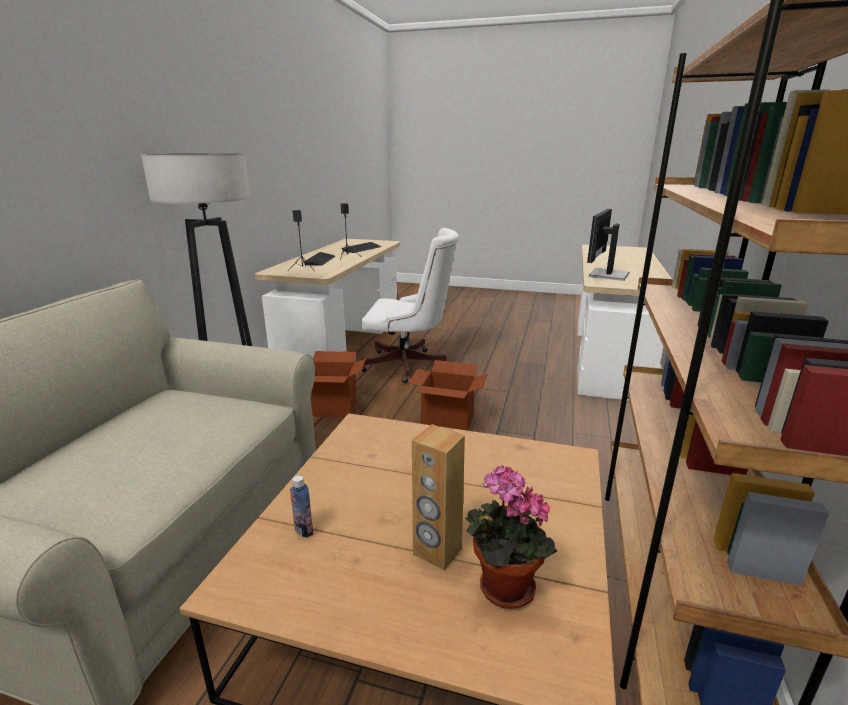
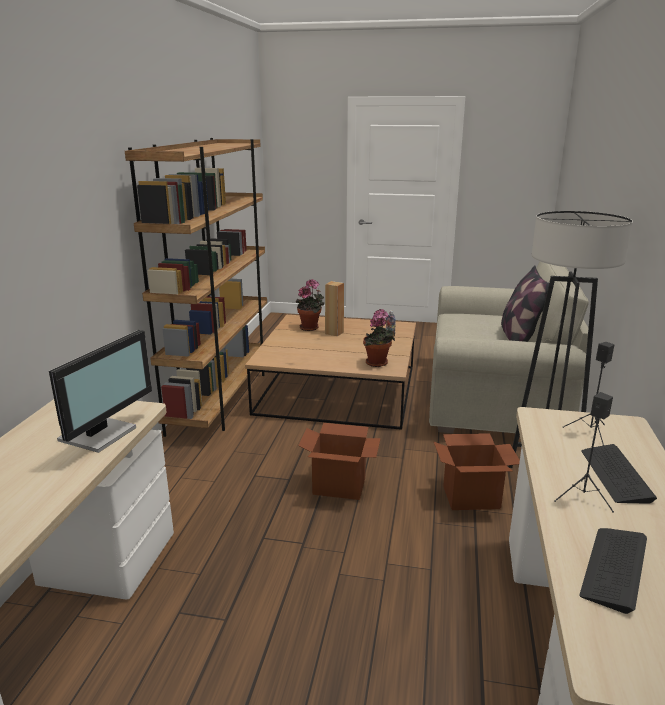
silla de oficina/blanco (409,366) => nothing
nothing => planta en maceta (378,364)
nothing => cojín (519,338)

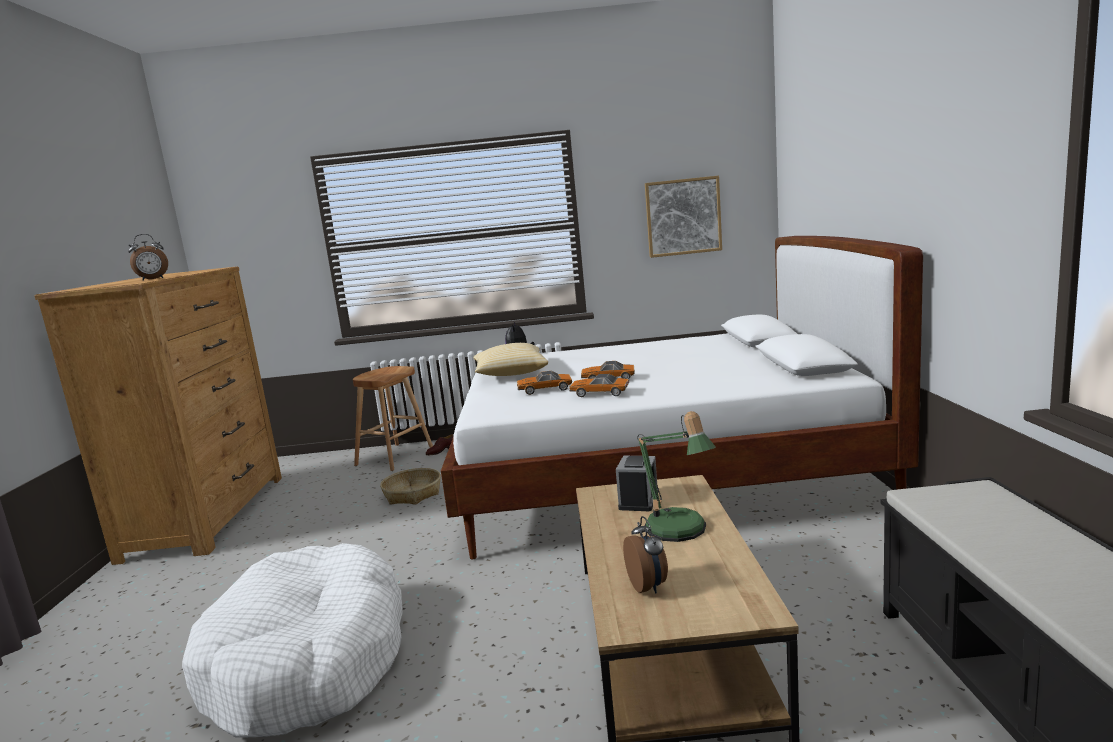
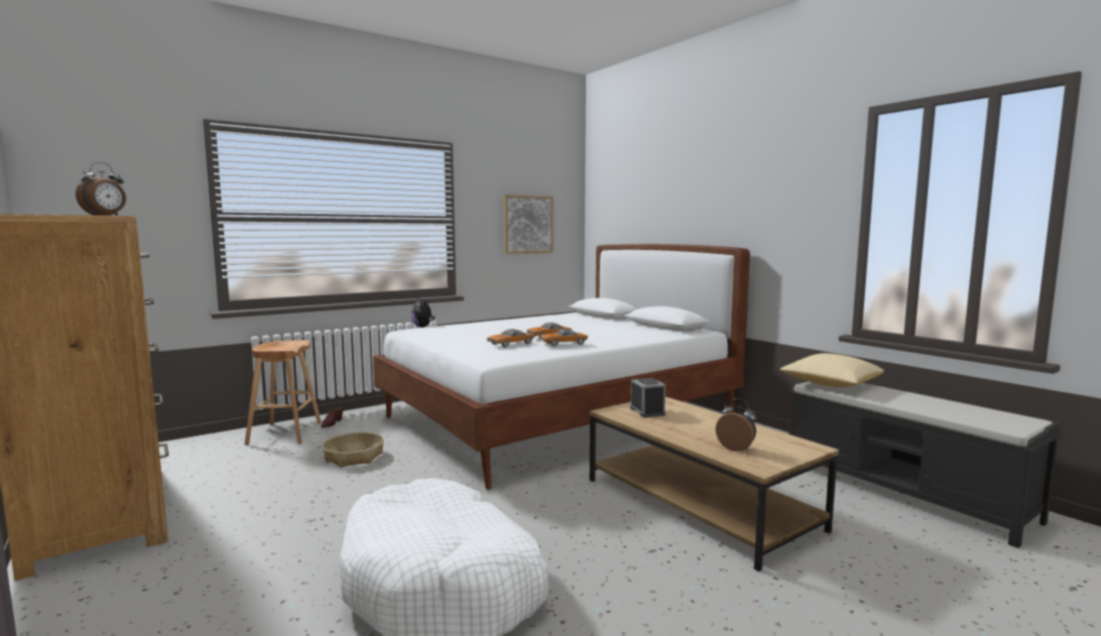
cojín (510,374) => cojín (830,385), moved
lámpara de mesa (679,532) => nothing

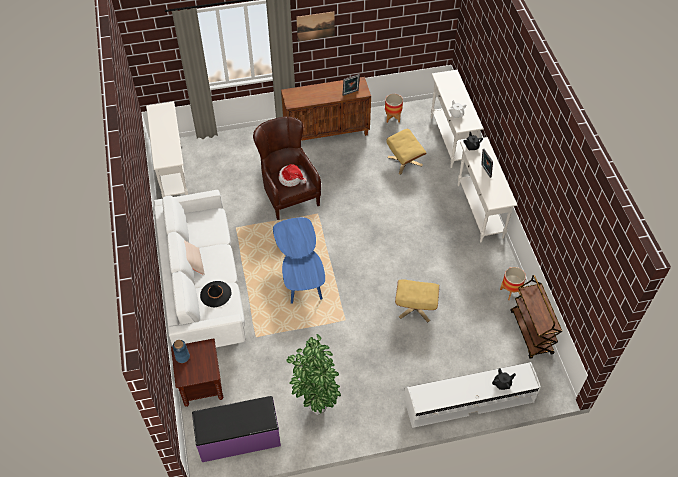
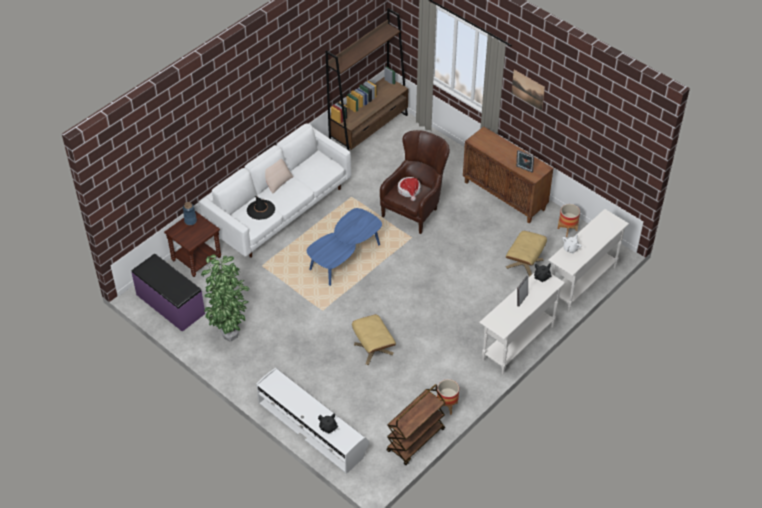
mesa consola/blanco (173,173) => estantería/marrón (369,130)

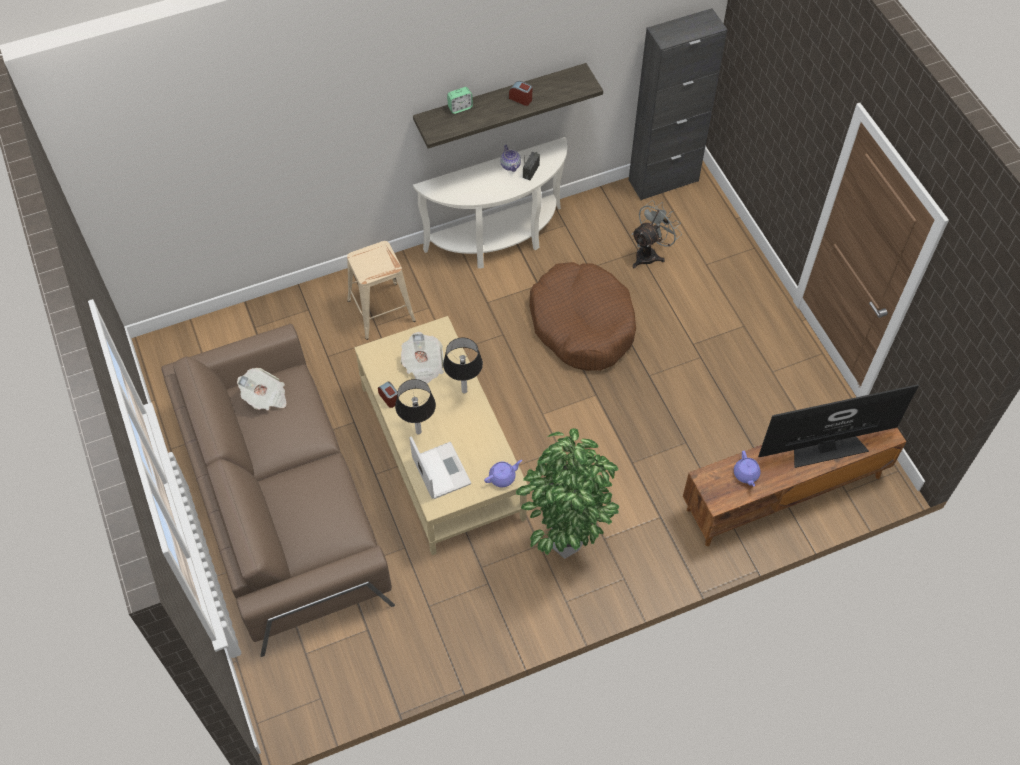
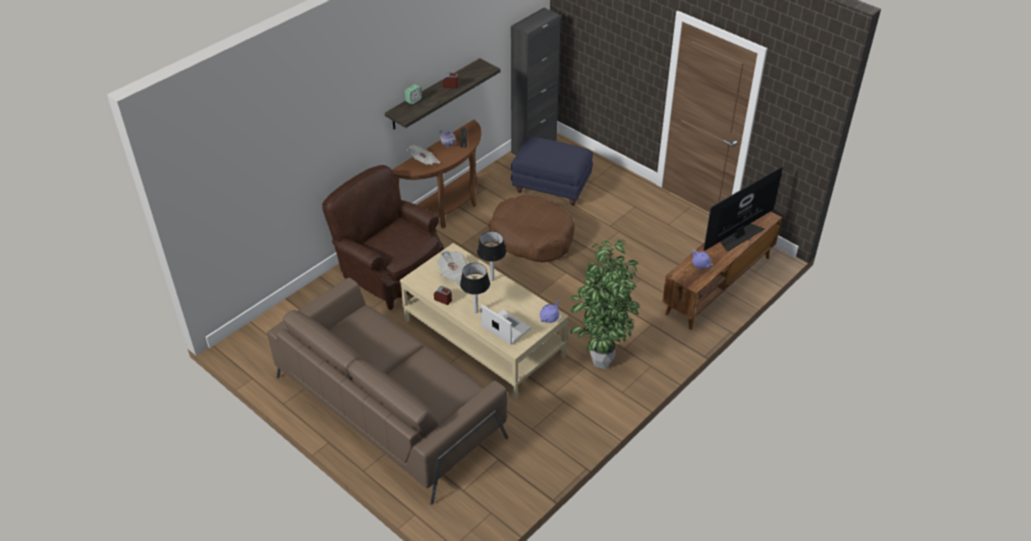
periódico (265,397) => periódico (424,162), moved
taburete/beis (381,310) => sillón/marrón (389,272)
mesa consola/blanco (499,241) => mesa consola/marrón (447,210)
ventilador/gris (650,253) => puf/azul (550,187)

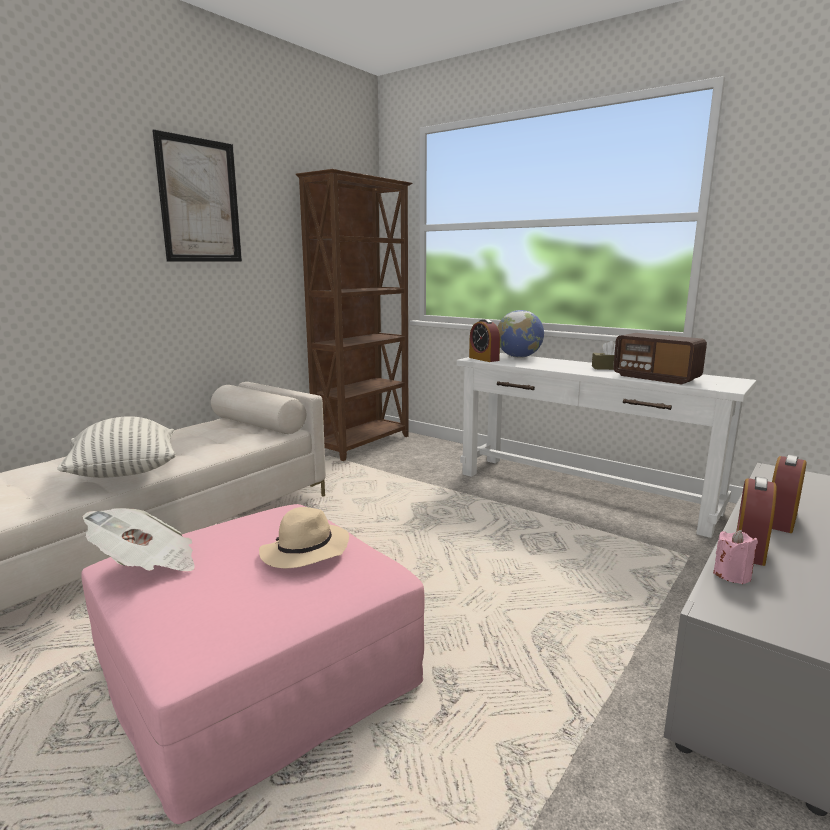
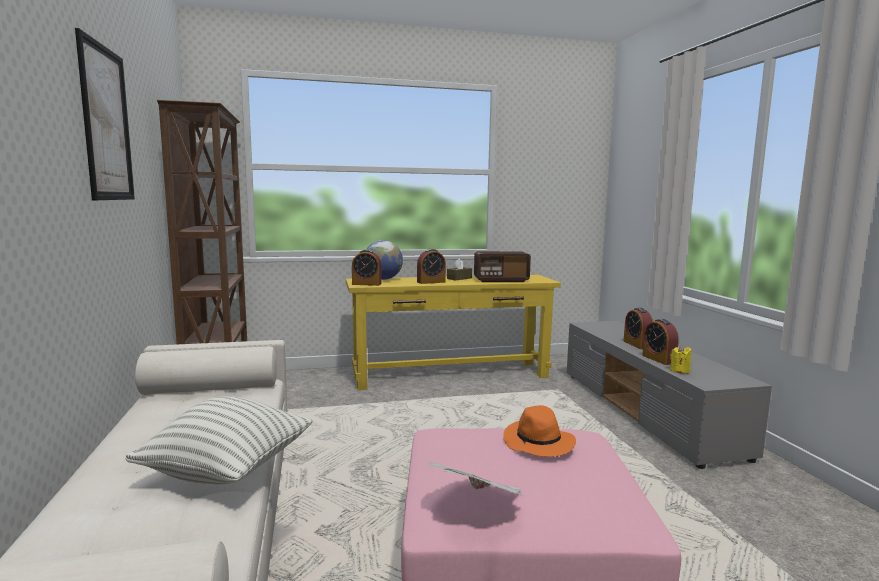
sombrero/beis (305,552) => sombrero/naranja (539,443)
mesa consola/blanco (582,492) => mesa consola/amarillo (451,375)
vela/rosa (732,575) => vela/amarillo (679,371)
nothing => despertador (431,282)

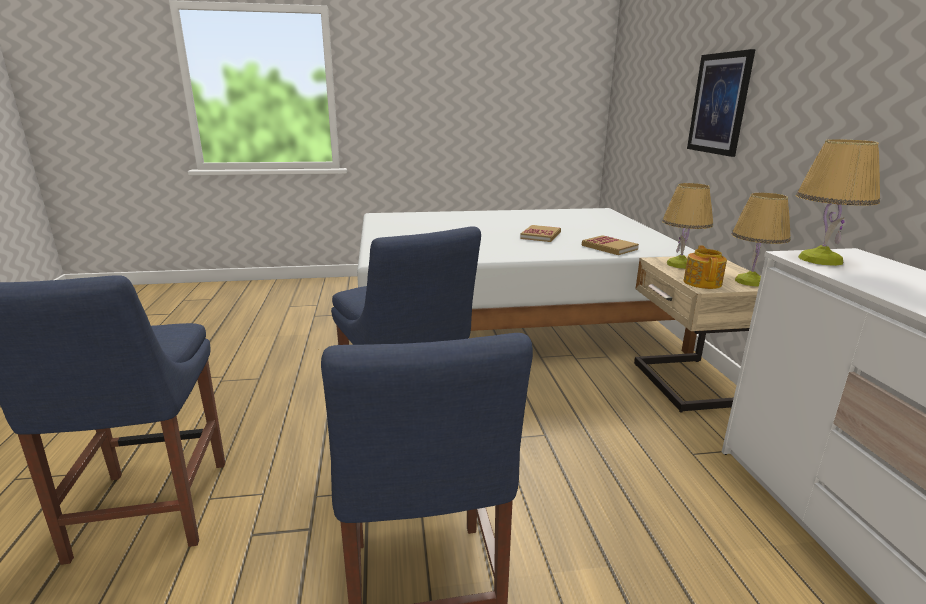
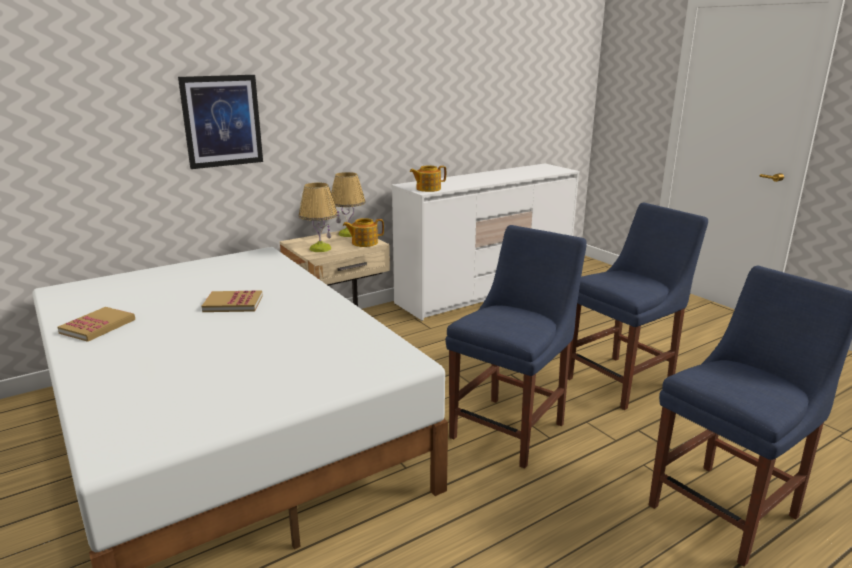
libro (609,247) => libro (98,326), moved
lámpara de mesa (820,259) => tetera (427,189)

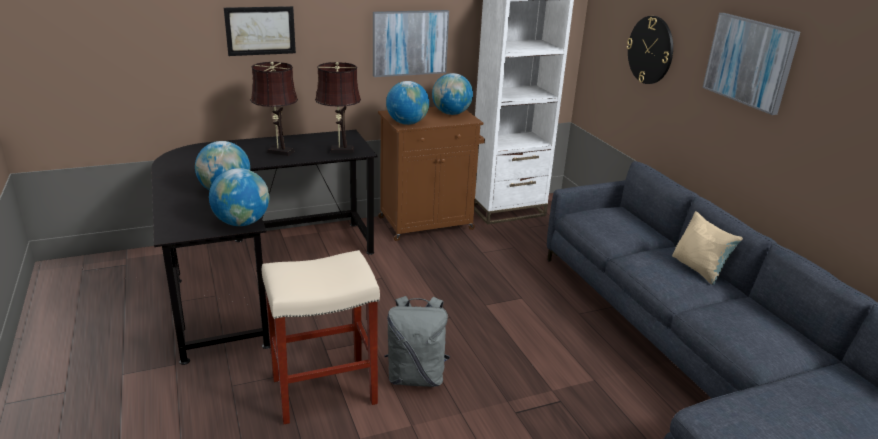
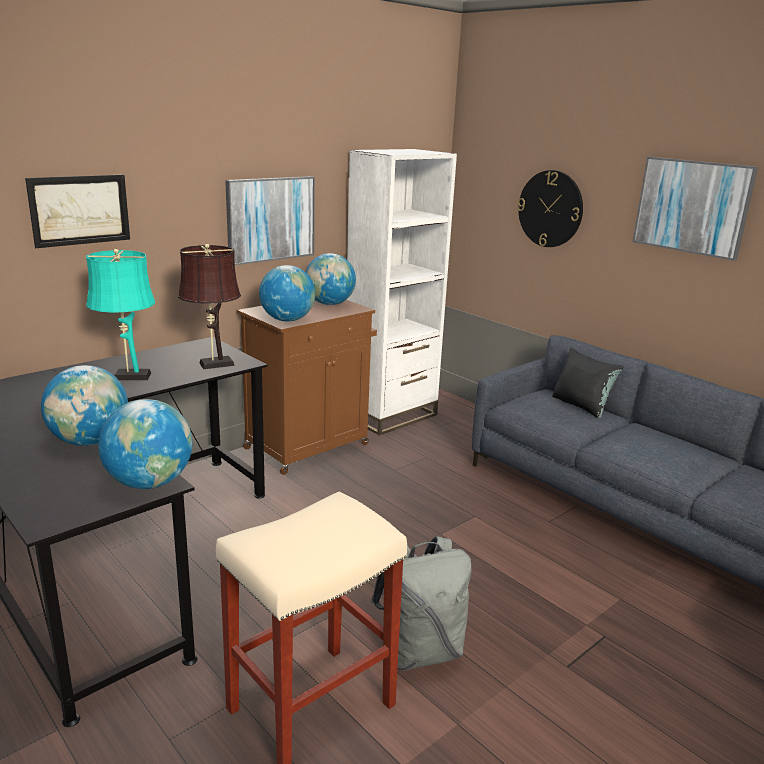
lámpara de mesa/marrón (278,151) => lámpara de mesa/turquesa (128,376)
cojín/beis (698,269) => nothing
nothing => cojín/negro (581,406)

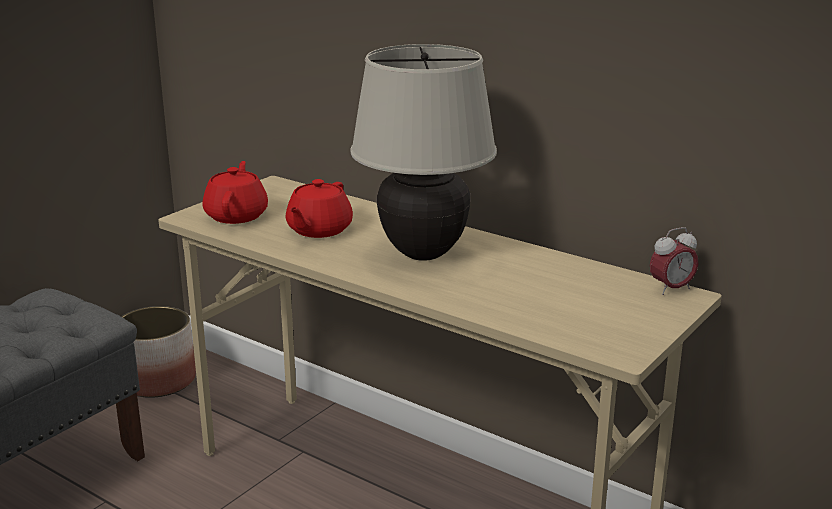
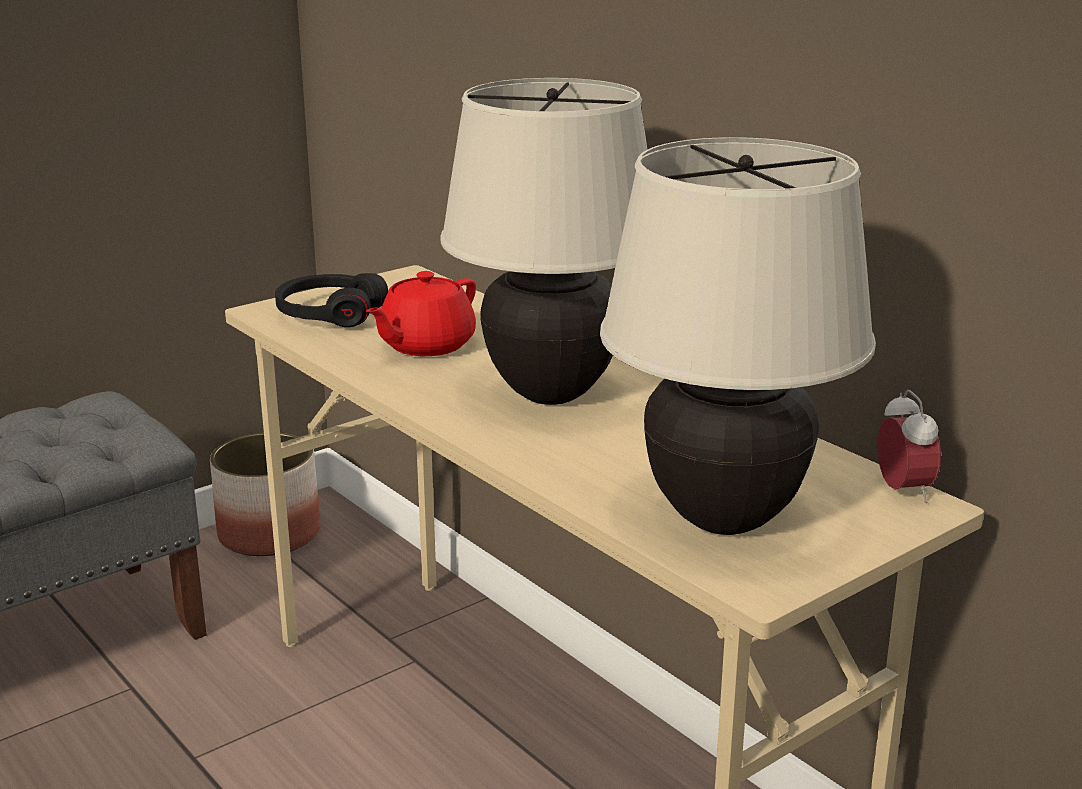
tetera/rojo (237,215) => auriculares/negro (330,314)
despertador (671,289) => despertador (903,491), 90 degrees counterclockwise
nothing => lámpara de mesa/beis (723,520)

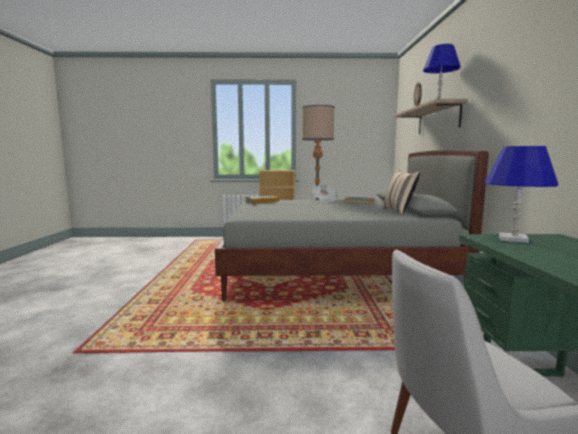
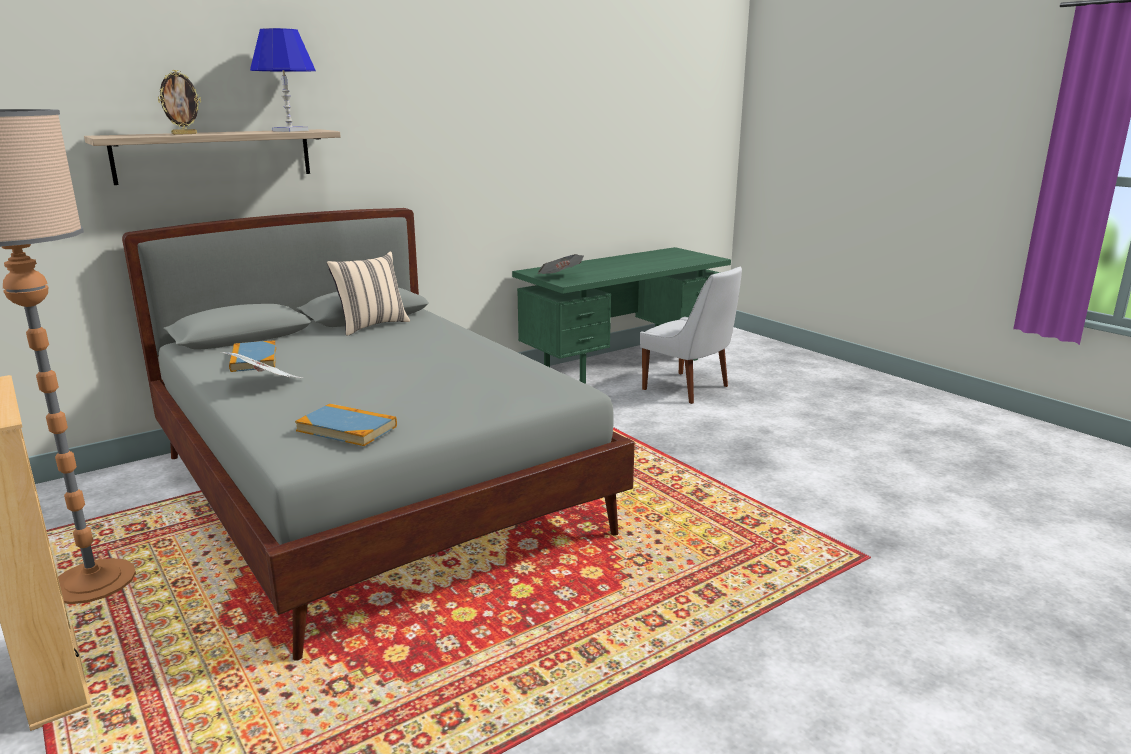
lámpara de mesa/azul (513,239) => periódico (560,277)

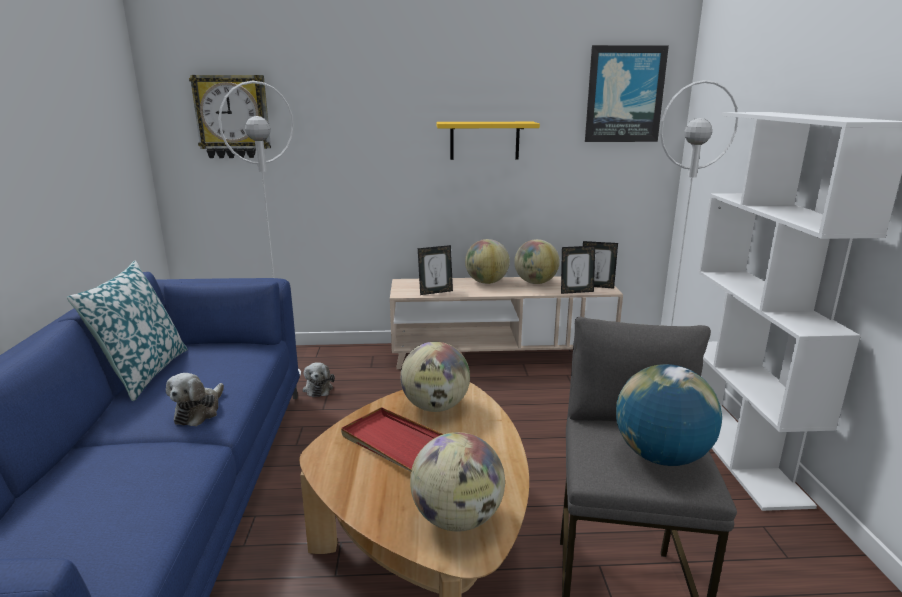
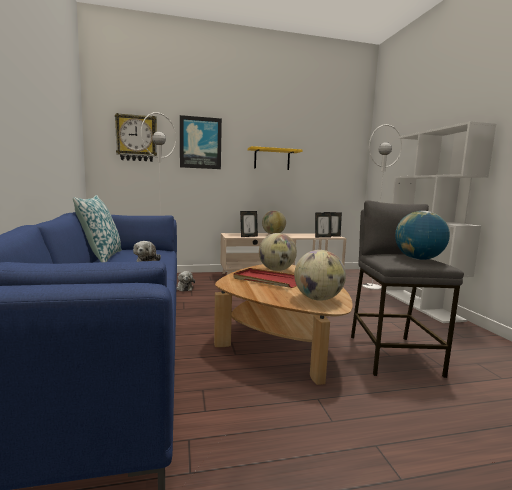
globo terráqueo (535,282) => nothing
cuadro (624,94) => cuadro (200,143), moved

